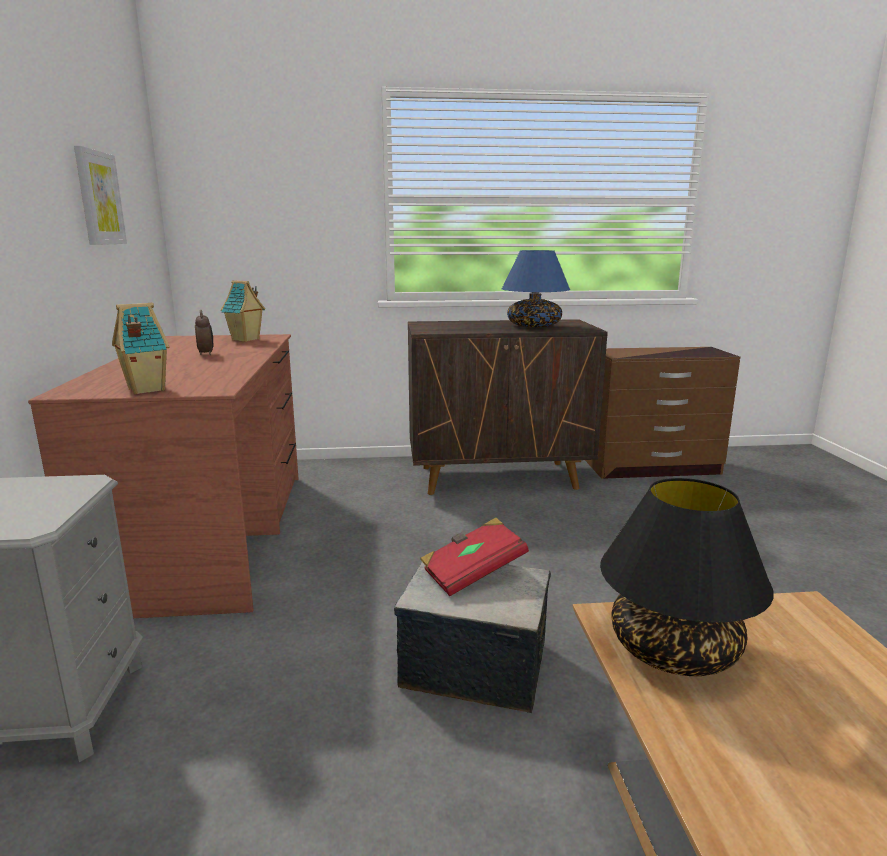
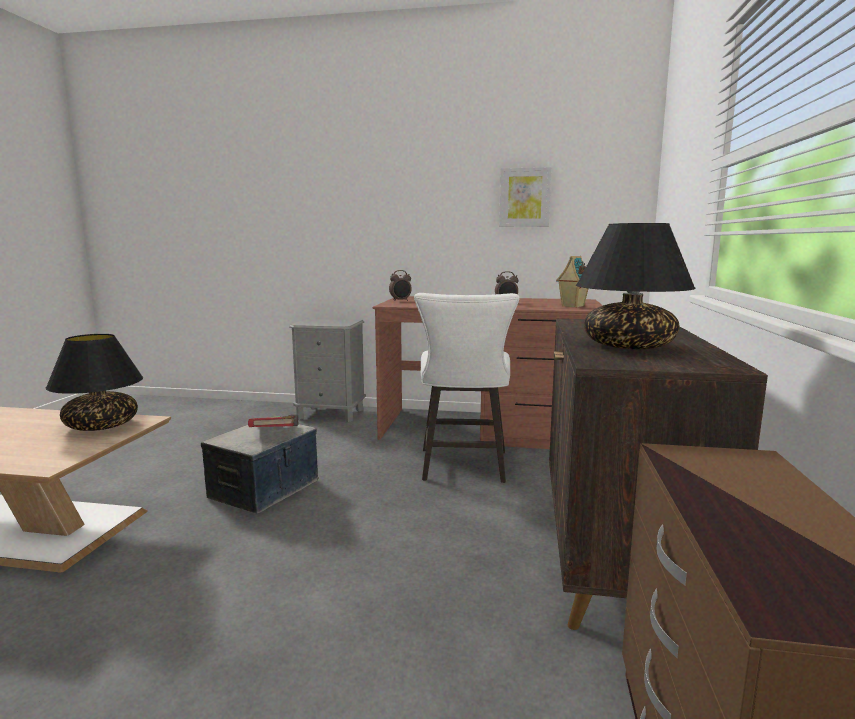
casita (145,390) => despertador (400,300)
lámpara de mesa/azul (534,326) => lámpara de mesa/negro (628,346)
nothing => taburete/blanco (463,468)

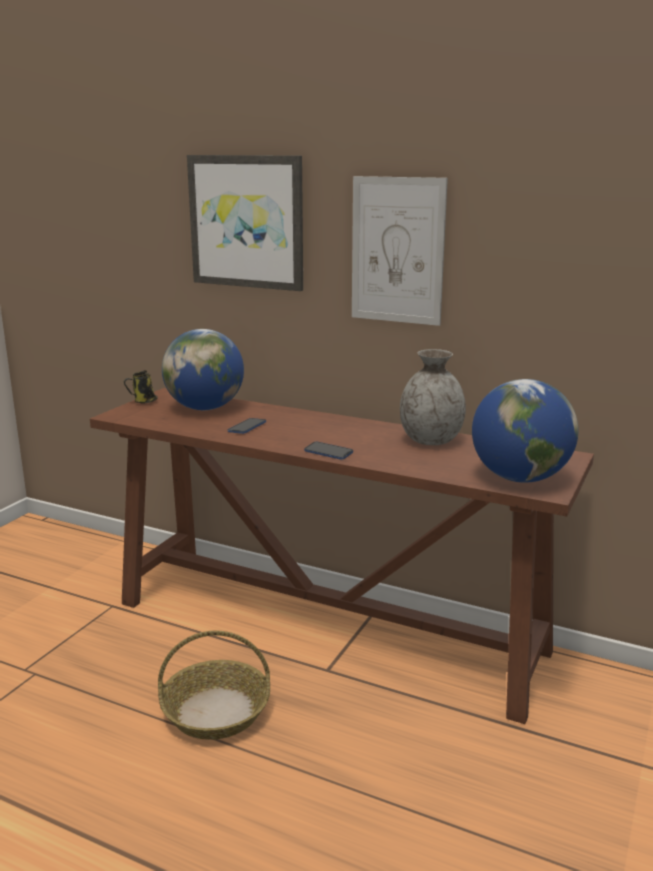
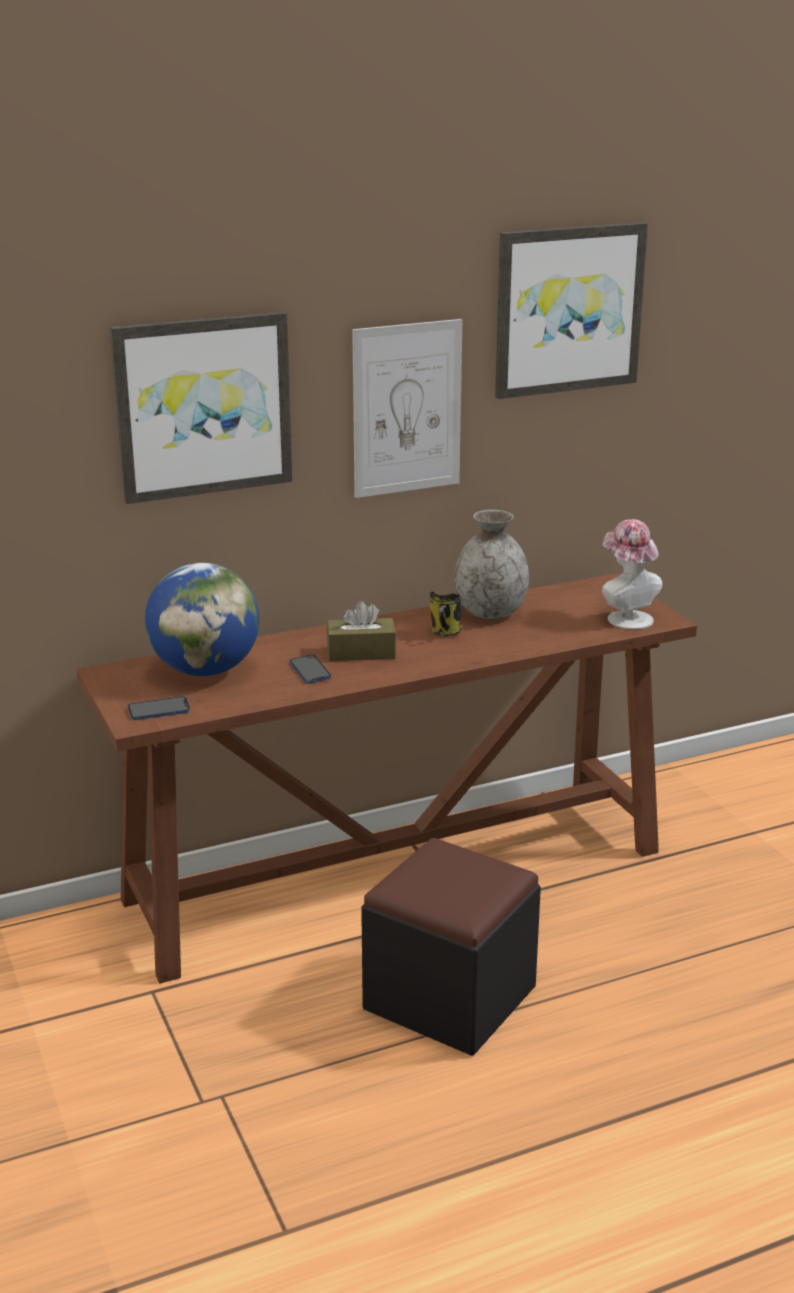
taza grande (144,402) => taza grande (445,633), moved
cesta (216,711) => puf/negro (450,998)
móvil (328,452) => móvil (159,710), moved
globo terráqueo (520,478) => sombrero (625,617)
nothing => caja de pañuelos/marrón (361,652)
nothing => cuadro (568,309)

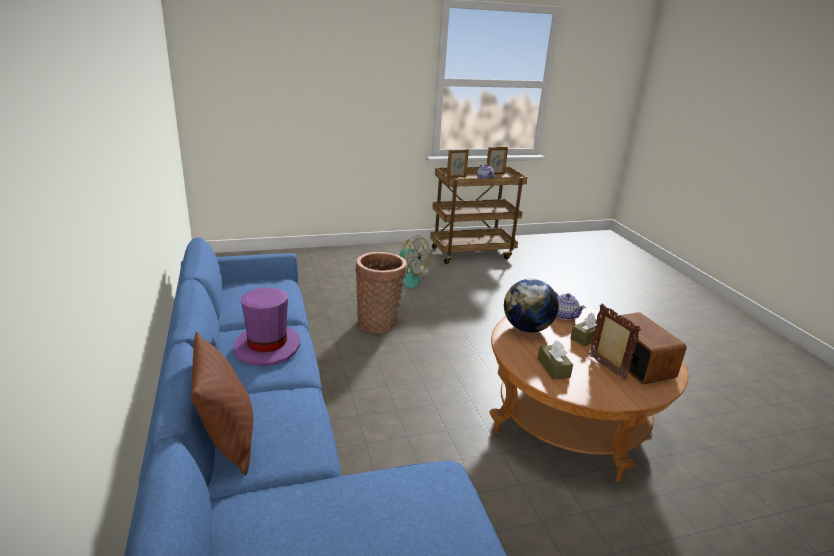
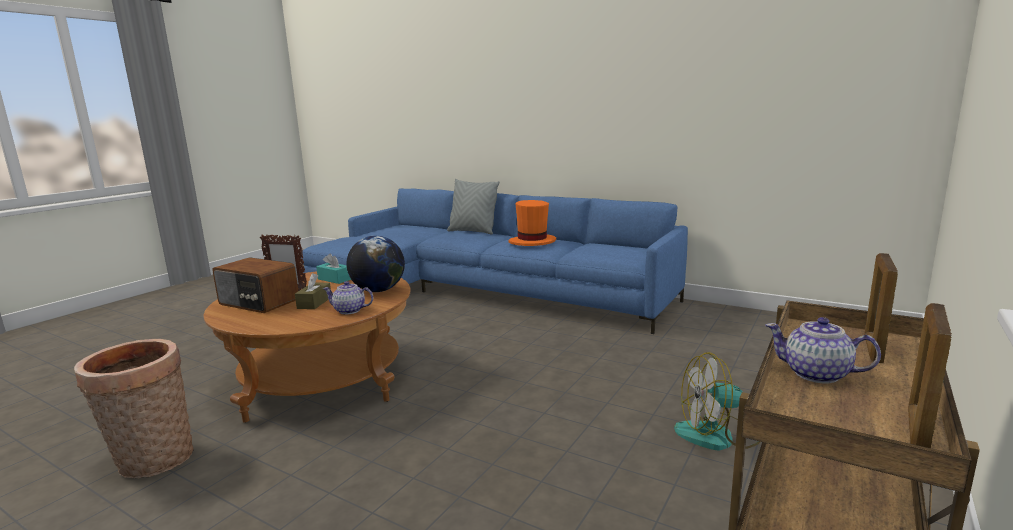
cojín/marrón (228,440) => cojín/gris (473,231)
sombrero/morado (267,347) => sombrero/naranja (532,242)
cesta (379,323) => cesta (152,462), moved
caja de pañuelos/marrón (553,368) => caja de pañuelos/turquesa (334,279)

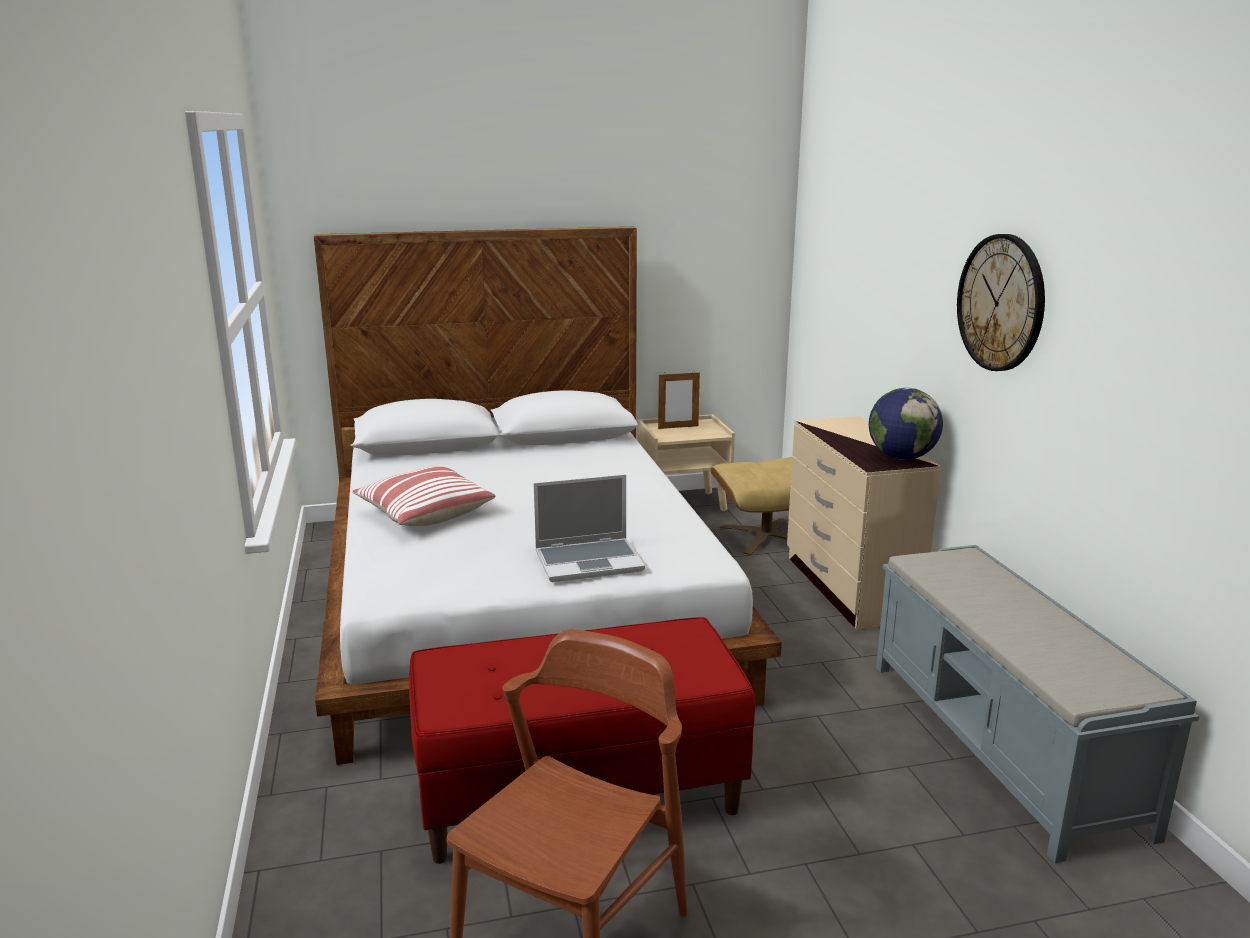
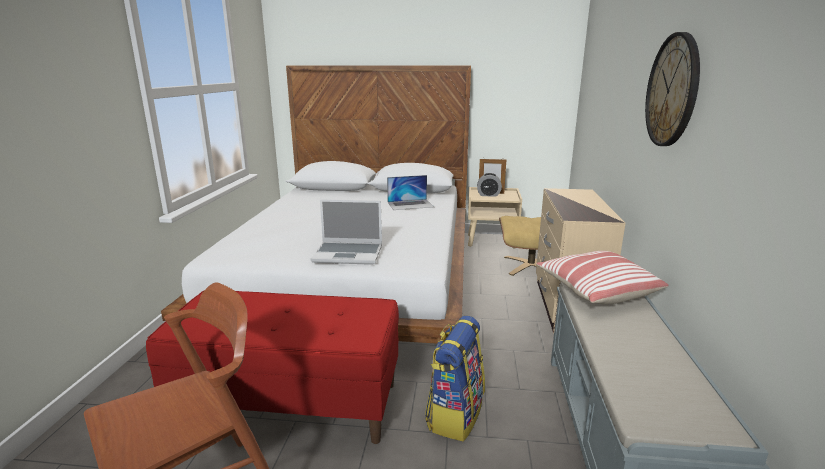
cojín (424,513) => cojín (596,290), moved
globo terráqueo (901,457) => nothing
nothing => portátil (410,204)
nothing => mochila (454,414)
nothing => despertador (488,195)

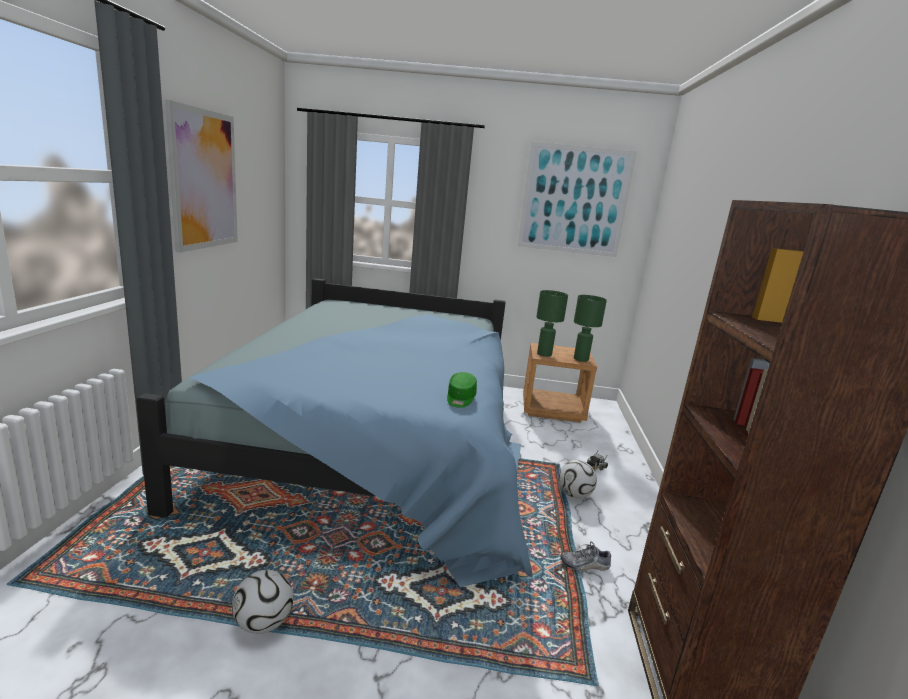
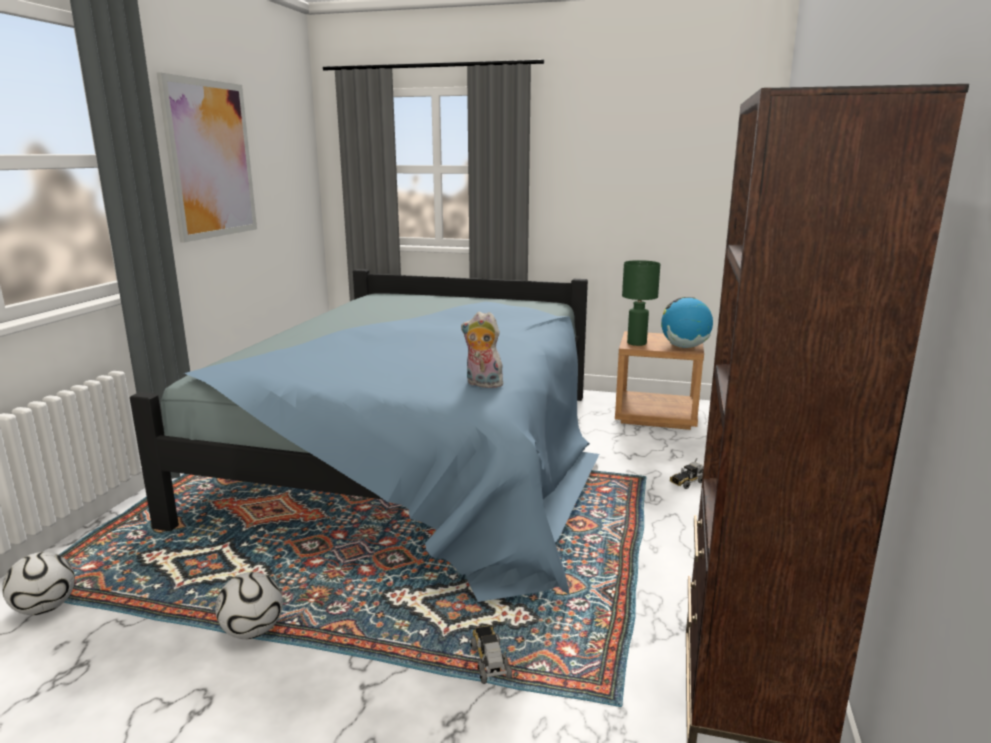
gorra/verde (460,398) => peluche (482,384)
cuadro (574,200) => nothing
balón de fútbol (574,495) => balón de fútbol (45,608), moved
zapato (584,565) => nothing
lámpara de mesa/verde (580,359) => globo terráqueo (684,347)
nothing => camión de juguete (489,661)

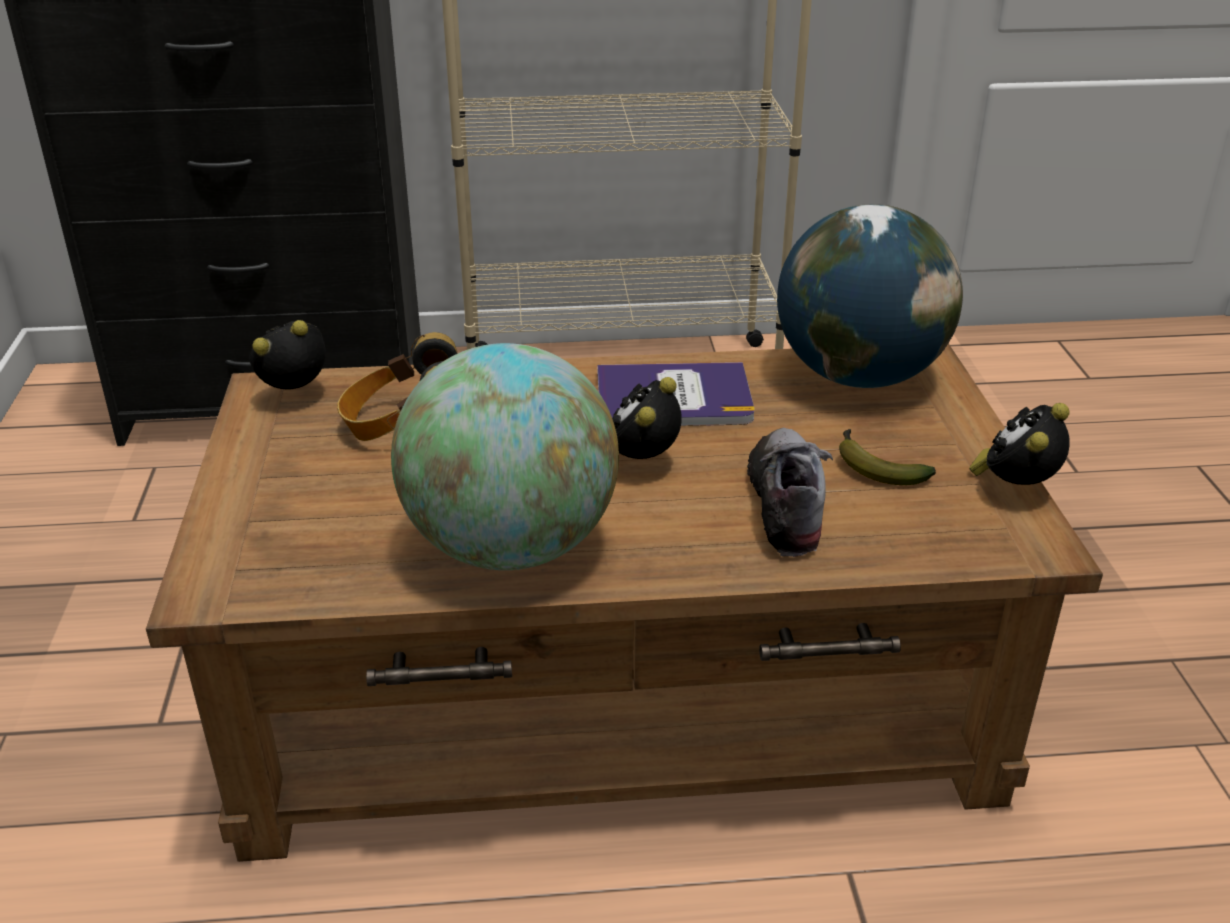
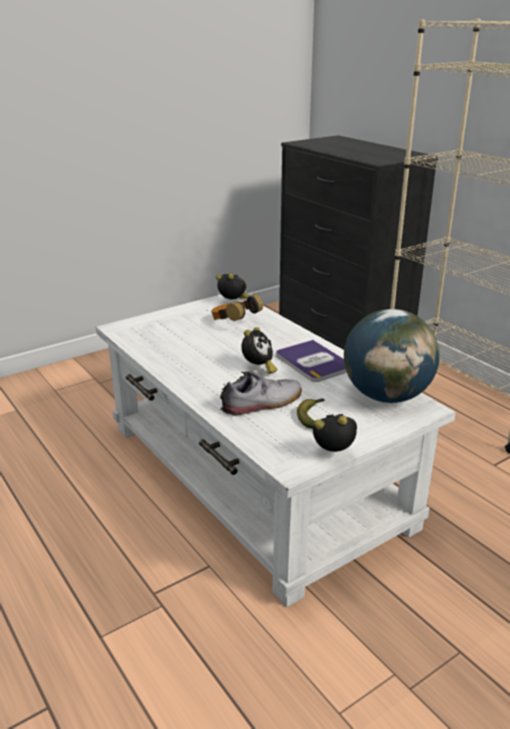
mesa de centro/marrón (612,697) => mesa de centro/blanco (253,474)
globo terráqueo (511,547) => nothing
despertador (640,462) => despertador (258,368), 120 degrees clockwise

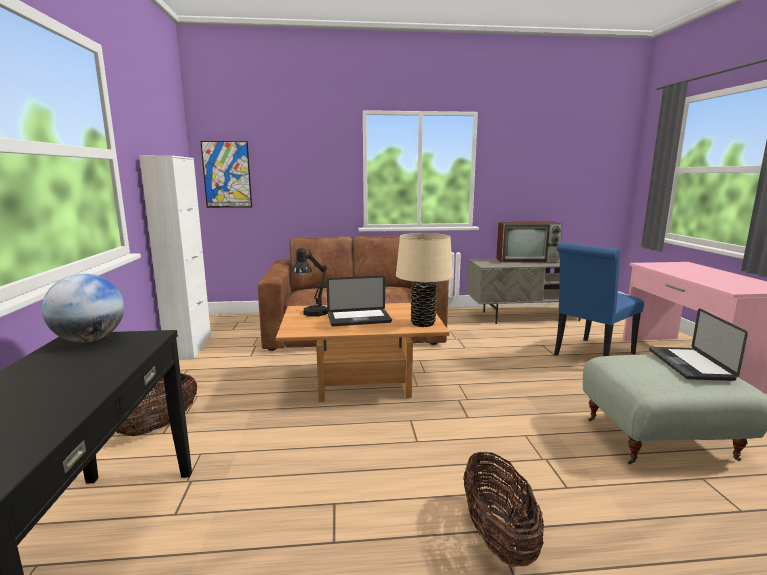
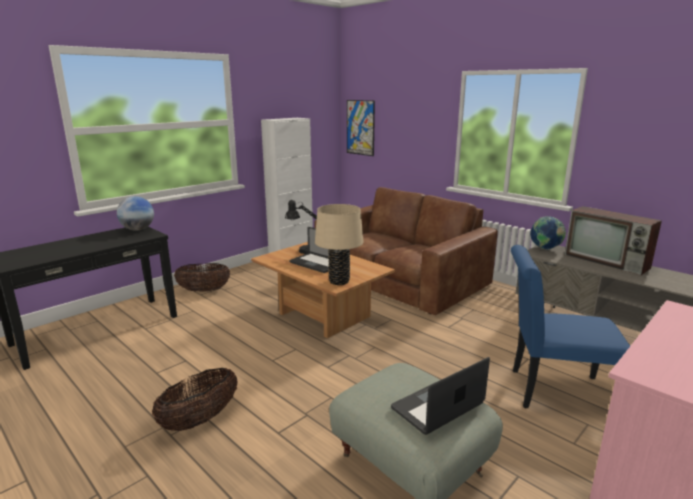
nothing => globo terráqueo (545,249)

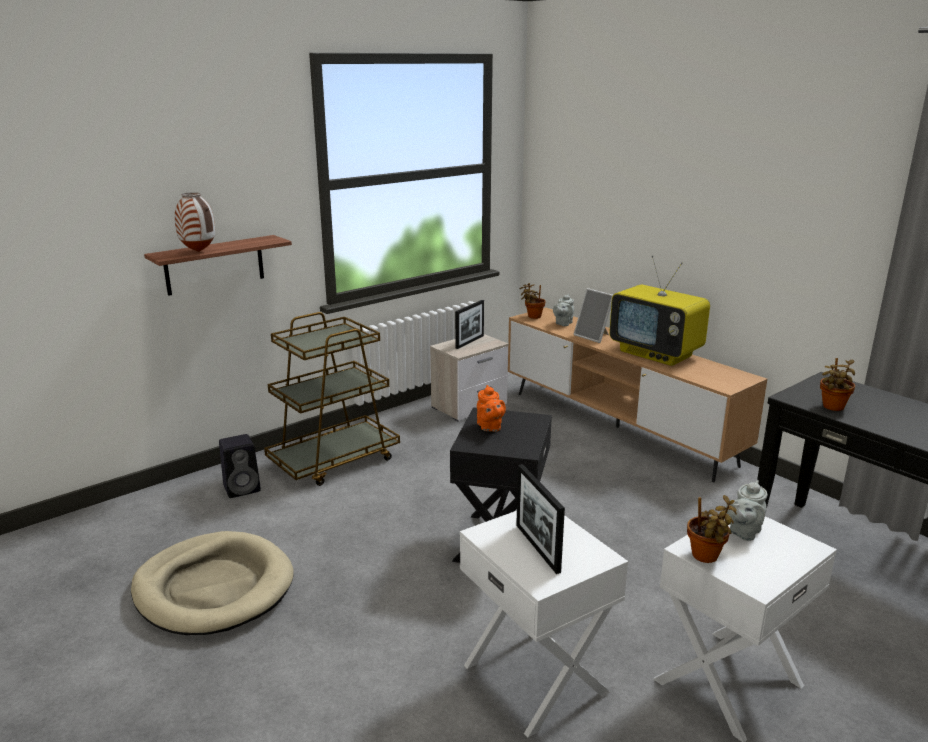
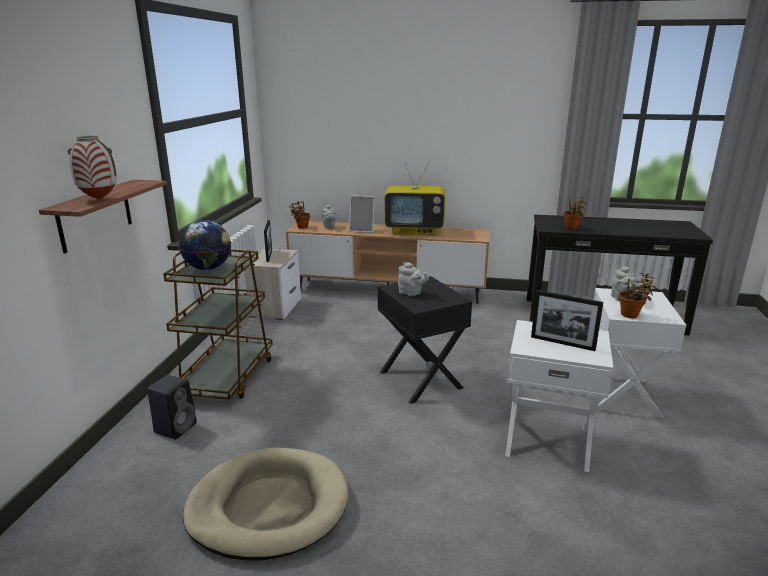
tetera/naranja (489,427) => tetera/gris (411,293)
nothing => globo terráqueo (208,268)

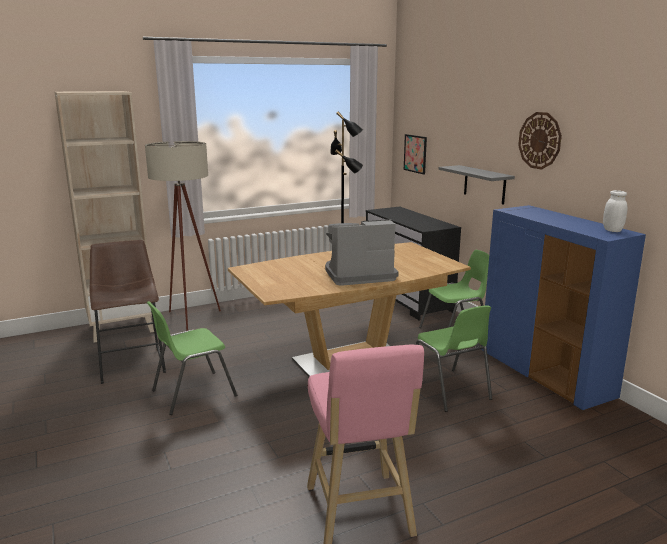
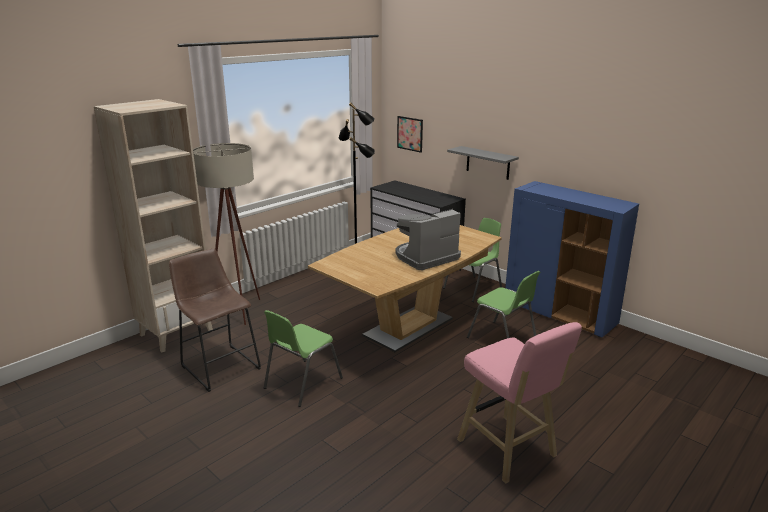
reloj de pared (540,140) => nothing
tarro/blanco (612,230) => nothing

